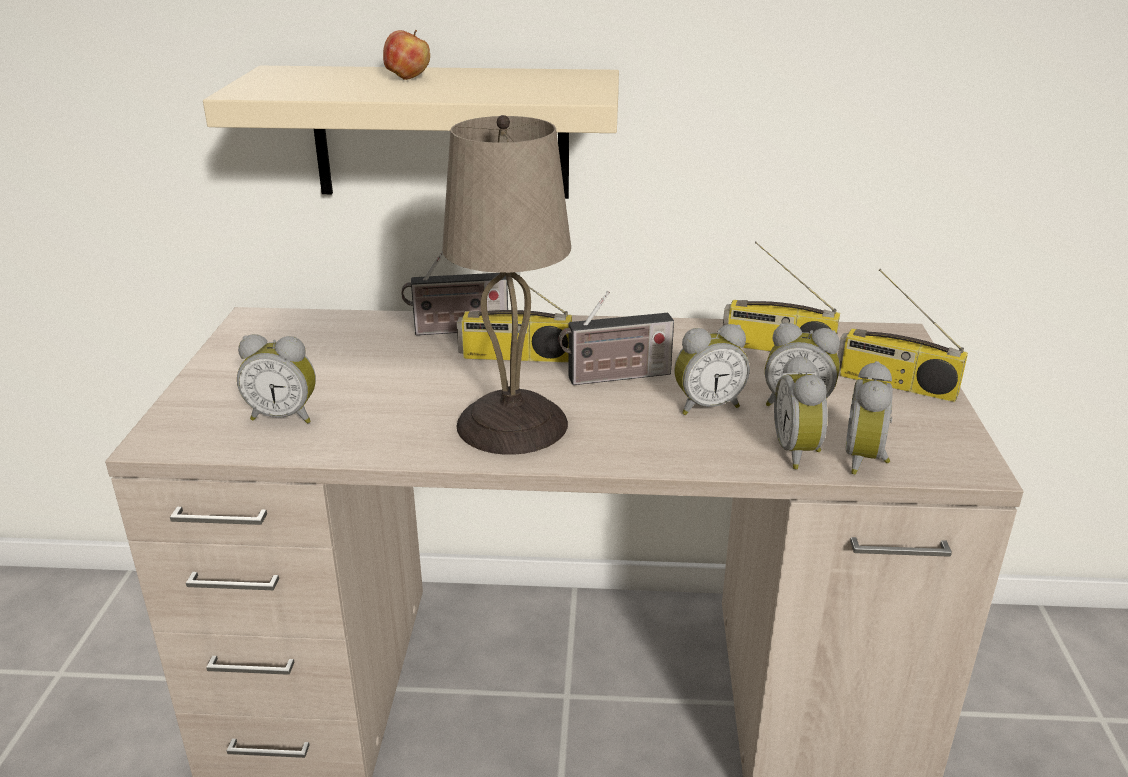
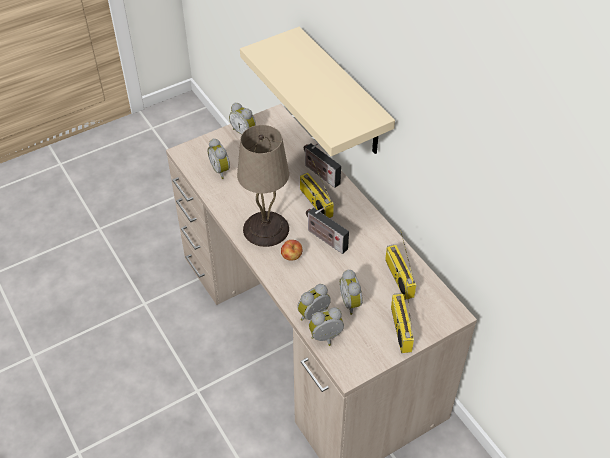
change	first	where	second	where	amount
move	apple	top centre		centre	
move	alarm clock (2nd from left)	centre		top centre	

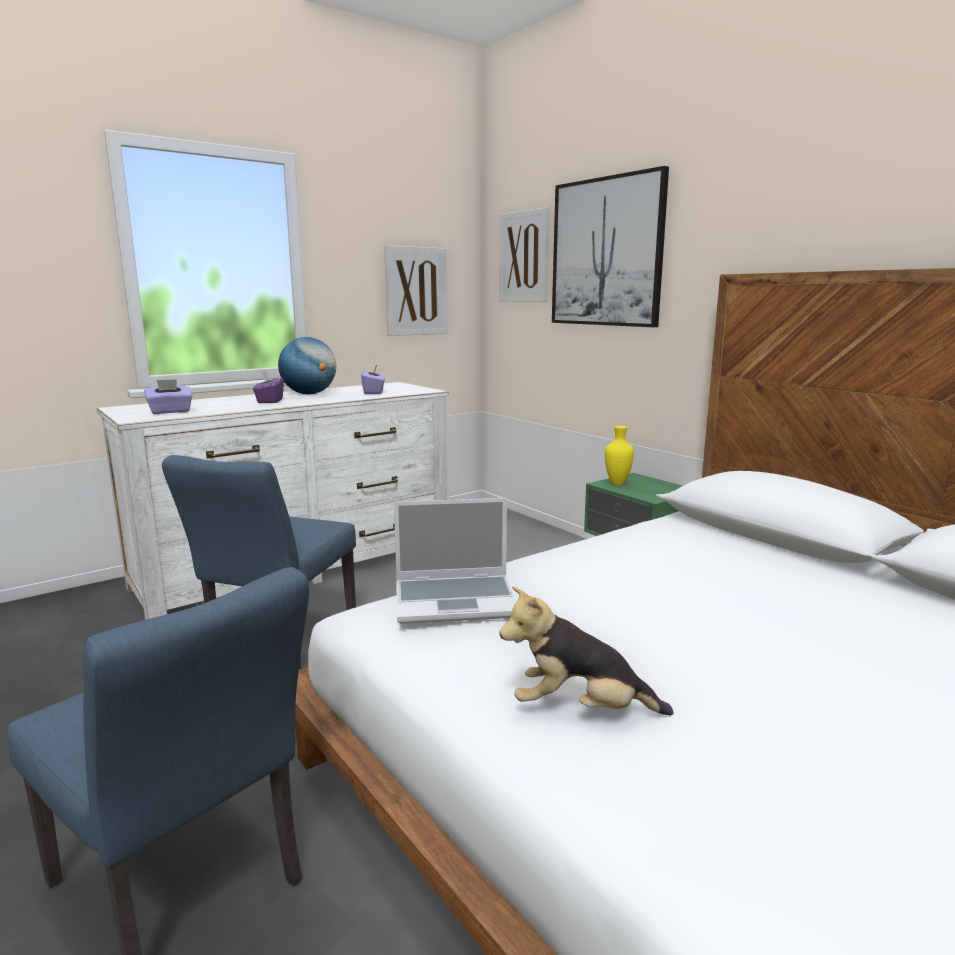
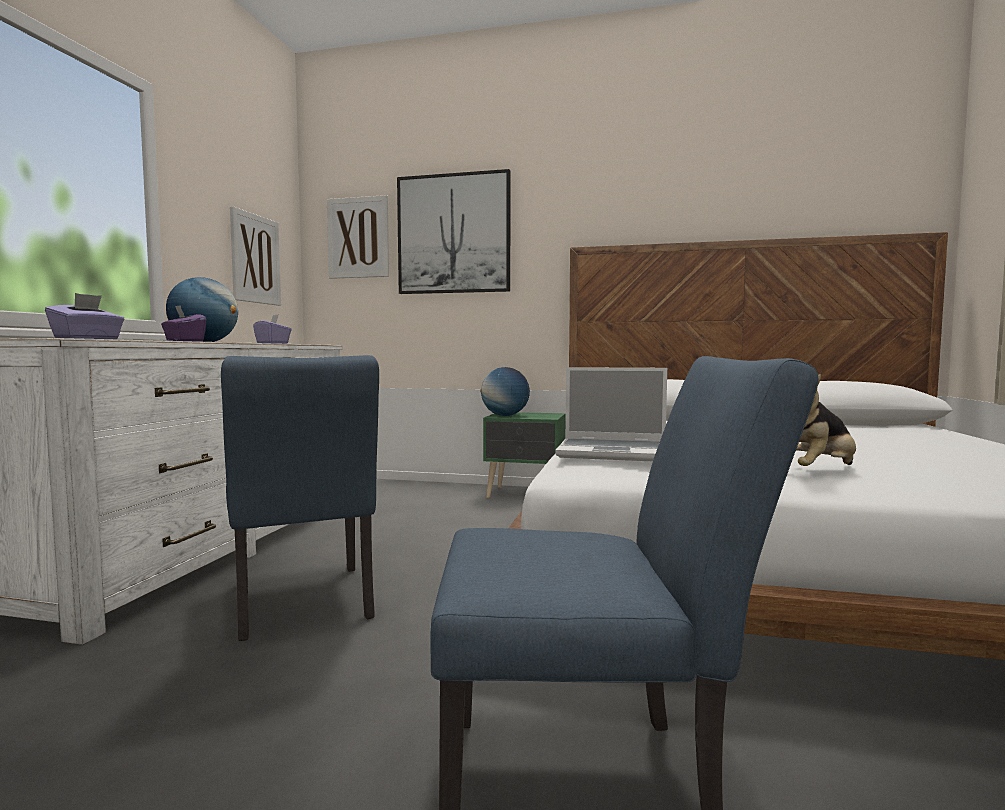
change	first	where	second	where	amount
replace	yellow vase	centre	globe (2nd from left)	centre	
rotate	laptop	centre		centre	60 degrees clockwise

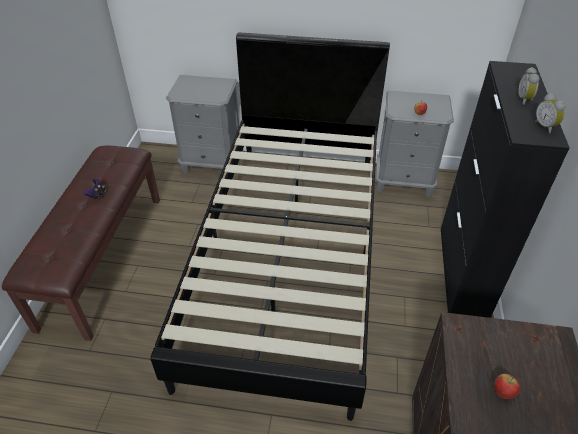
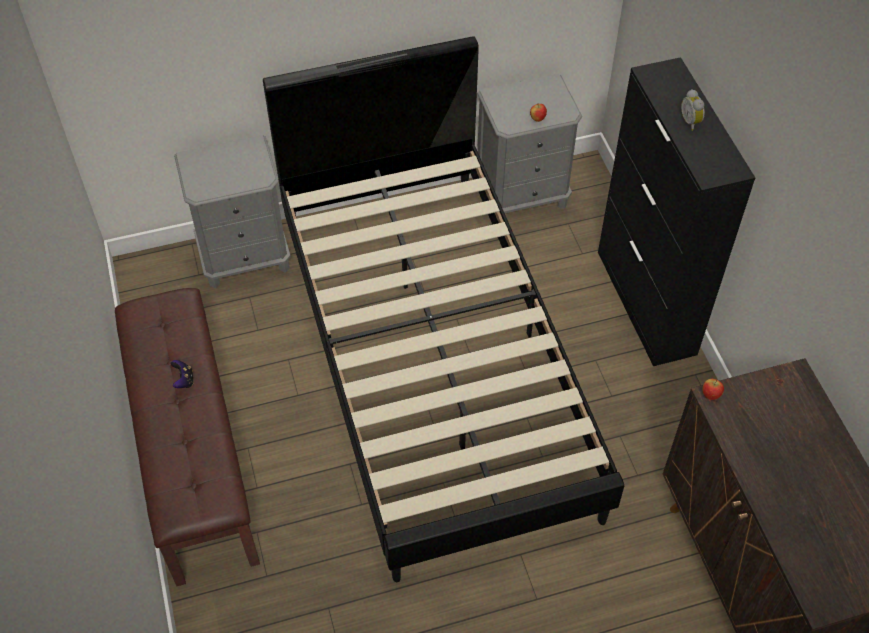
change	first	where	second	where	amount
delete	alarm clock (2nd from left)	top right			
move	apple (2nd from left)	bottom right		middle right	

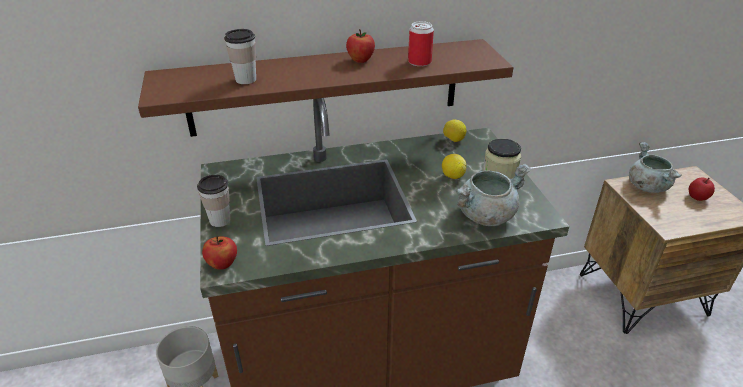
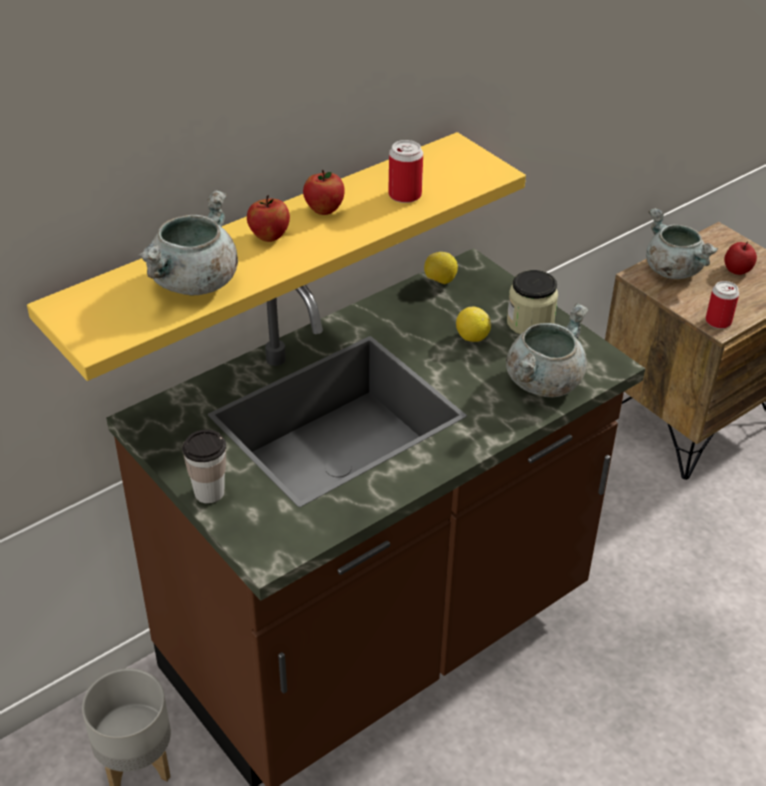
change	first	where	second	where	amount
insert			can (2nd from left)	middle right	
move	apple (1st from left)	middle left		top centre	
replace	cup (2nd from left)	top left	grey cooking pot (1st from left)	top left	
recolor	brown shelf	top centre	yellow shelf	top centre	

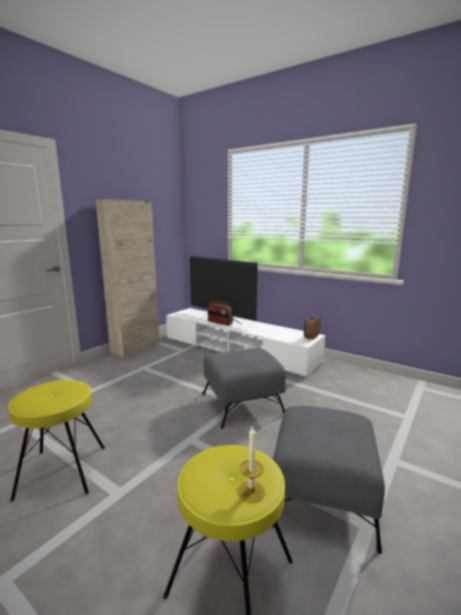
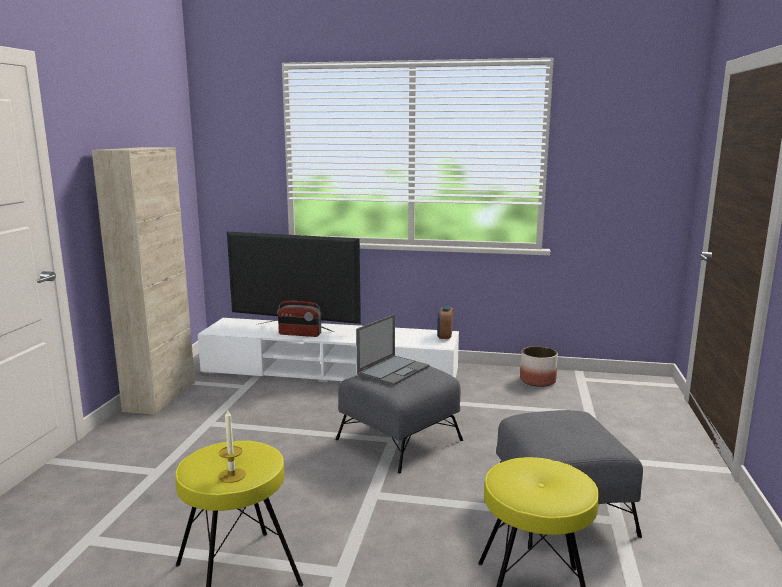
change	first	where	second	where	amount
insert			laptop	centre	
insert			planter	middle right	
move	candle	bottom centre		bottom left	

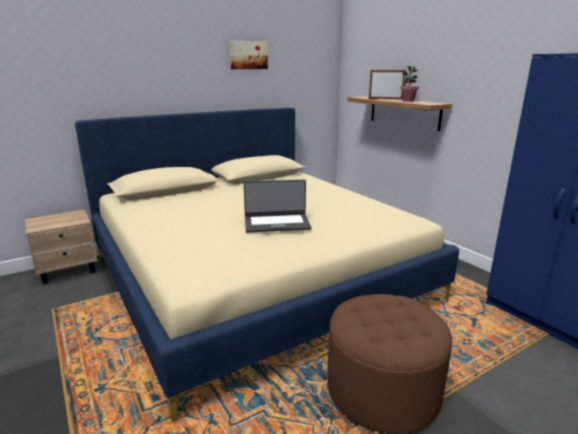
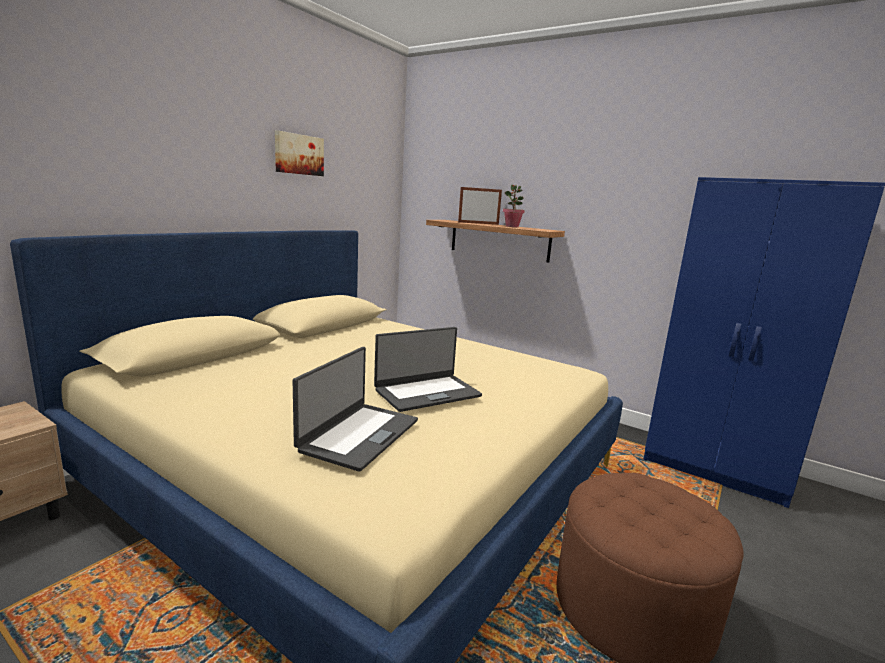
change	first	where	second	where	amount
insert			laptop (1st from left)	centre	

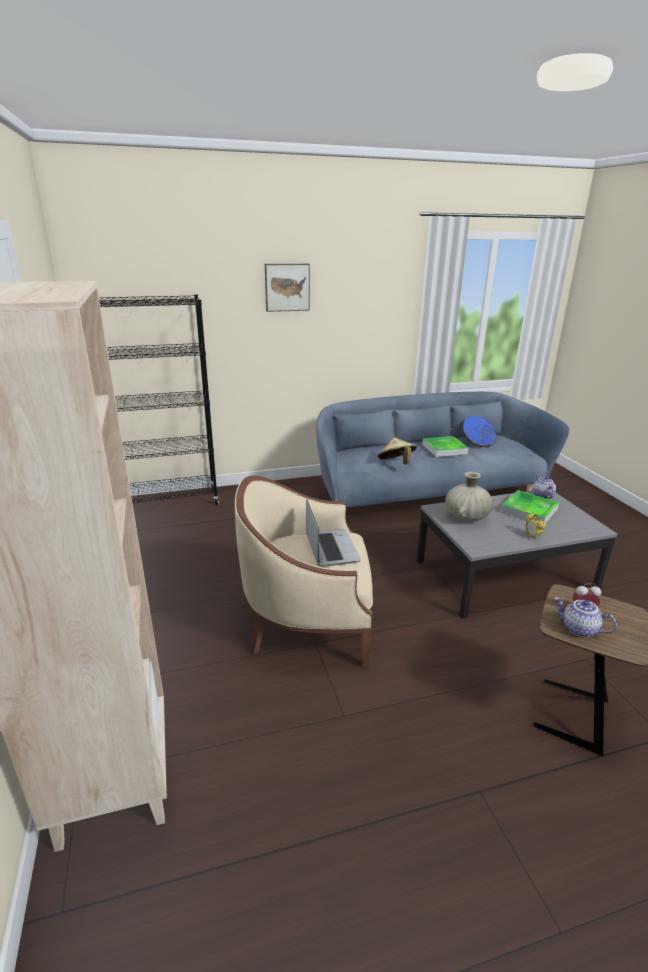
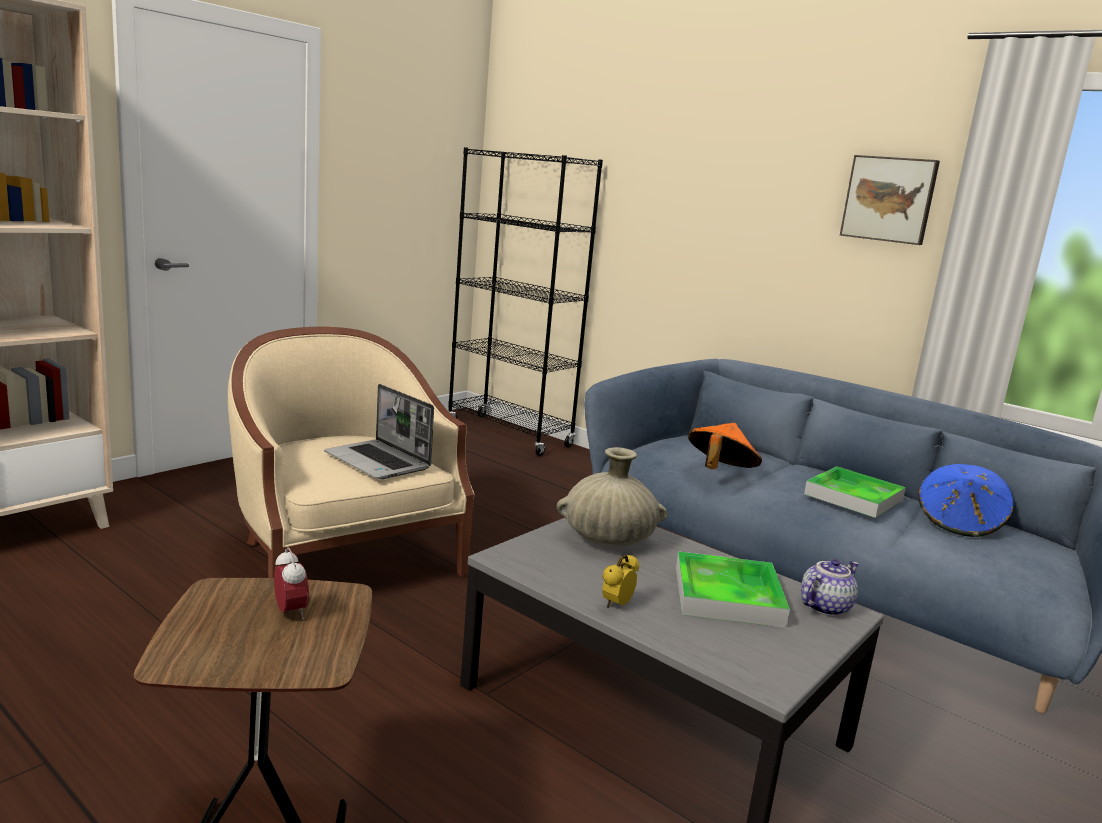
change	first	where	second	where	amount
delete	teapot (2nd from left)	middle right			
move	picture	top centre		top right	
recolor	beige hat	centre	orange hat	centre	
rotate	laptop	centre		centre	90 degrees clockwise

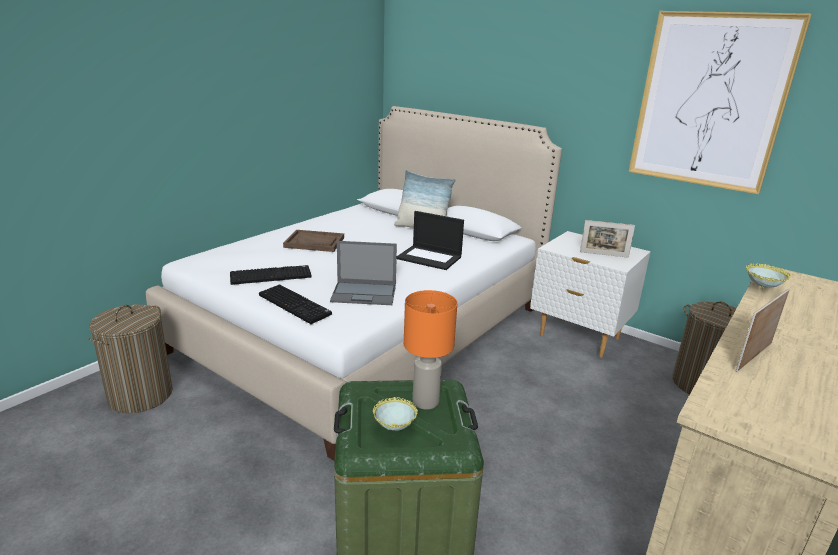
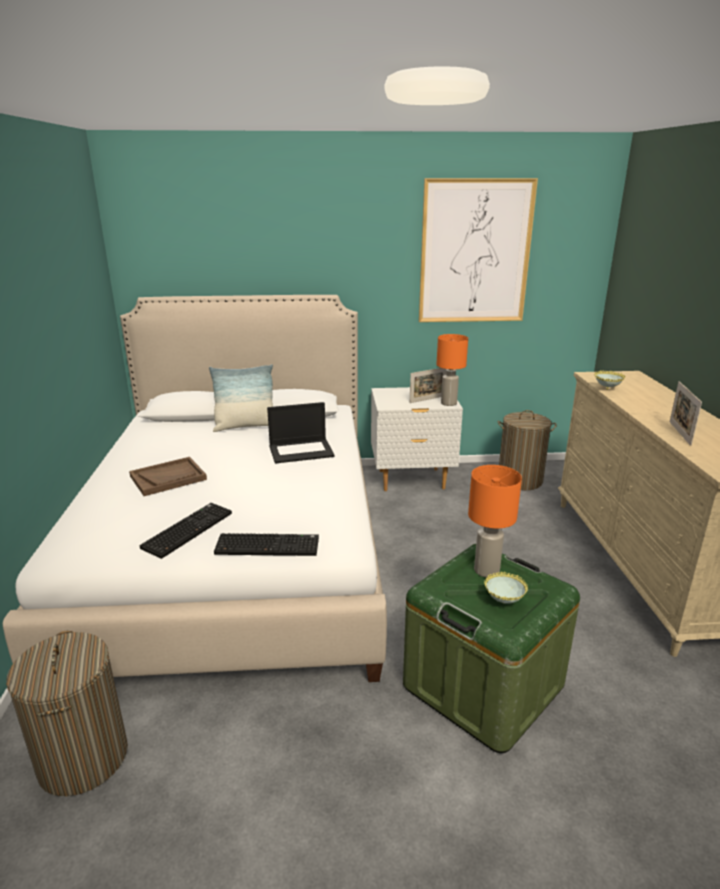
change	first	where	second	where	amount
delete	laptop (1st from left)	centre			
insert			orange table lamp (1st from left)	centre	

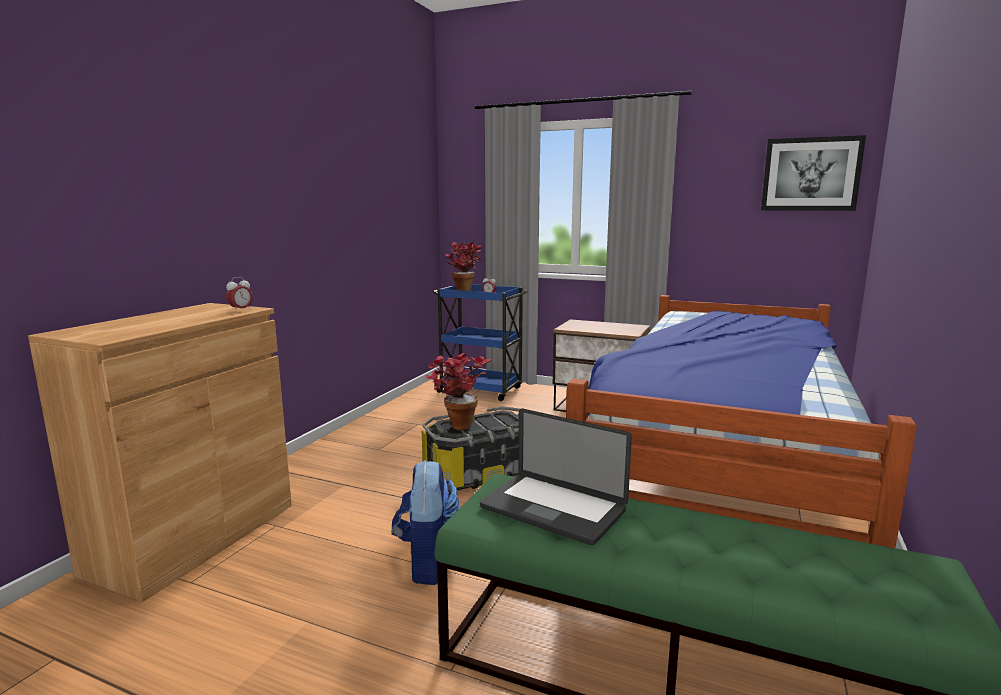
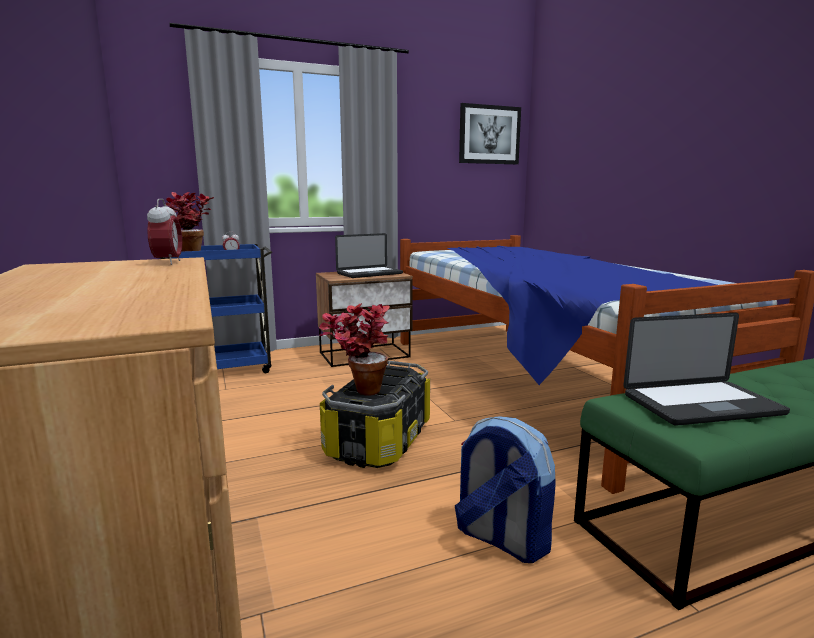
change	first	where	second	where	amount
insert			laptop (1st from left)	centre	

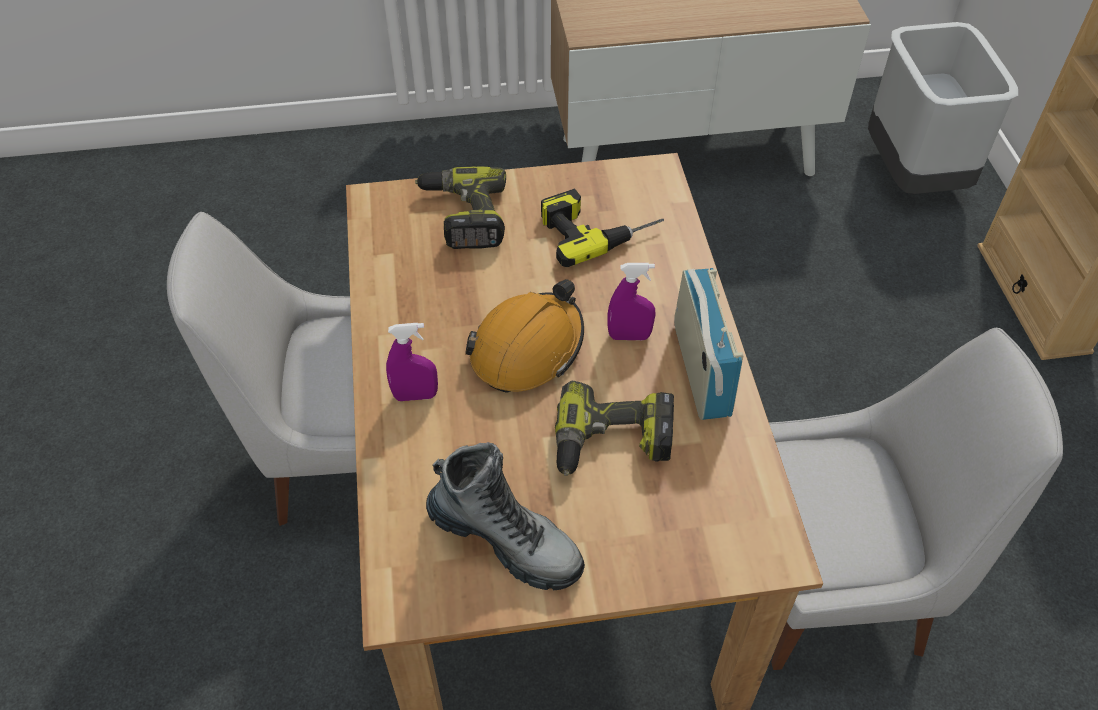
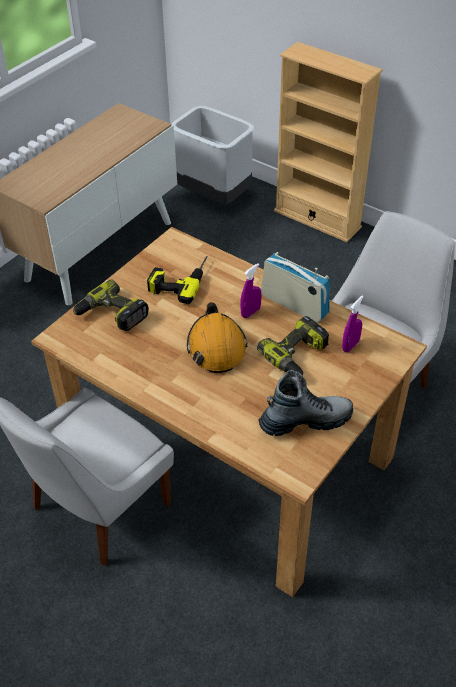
change	first	where	second	where	amount
move	purple spray bottle (1st from left in the first image)	centre	purple spray bottle (2nd from left)	middle right	

